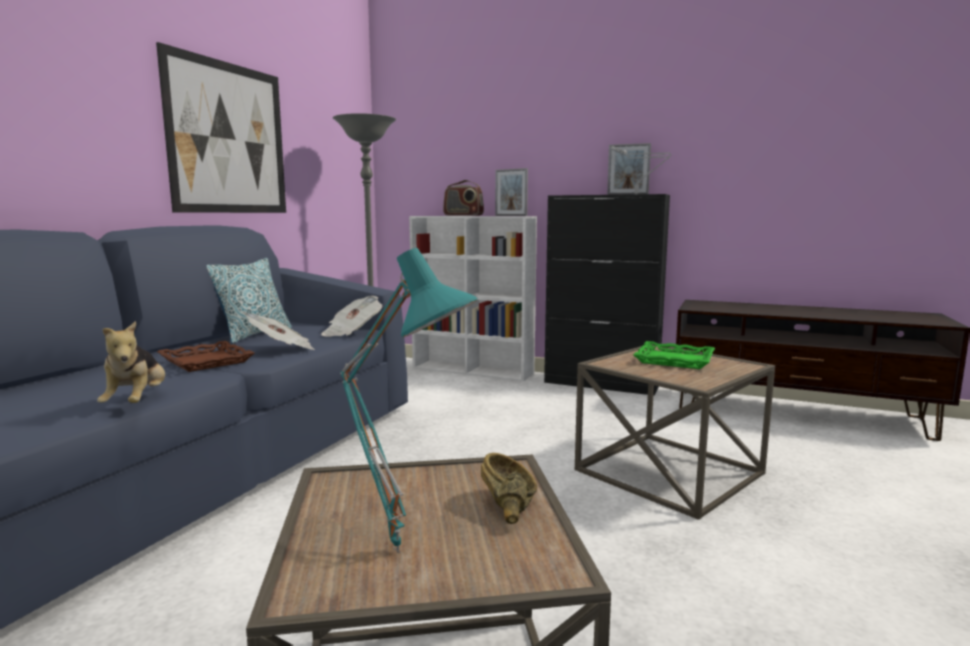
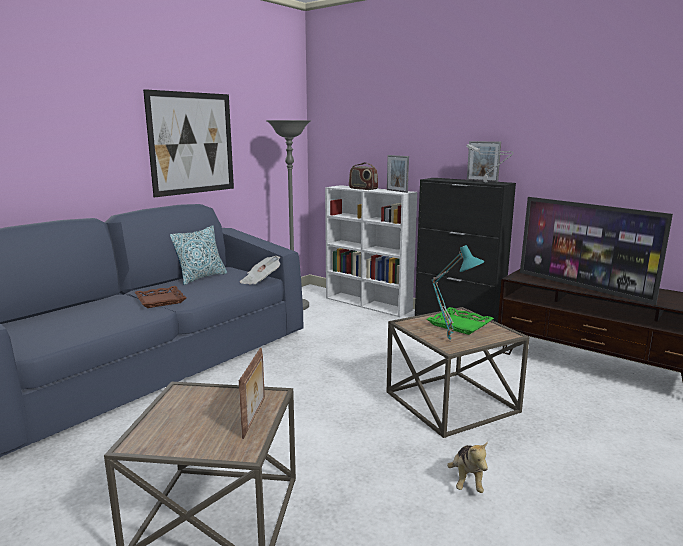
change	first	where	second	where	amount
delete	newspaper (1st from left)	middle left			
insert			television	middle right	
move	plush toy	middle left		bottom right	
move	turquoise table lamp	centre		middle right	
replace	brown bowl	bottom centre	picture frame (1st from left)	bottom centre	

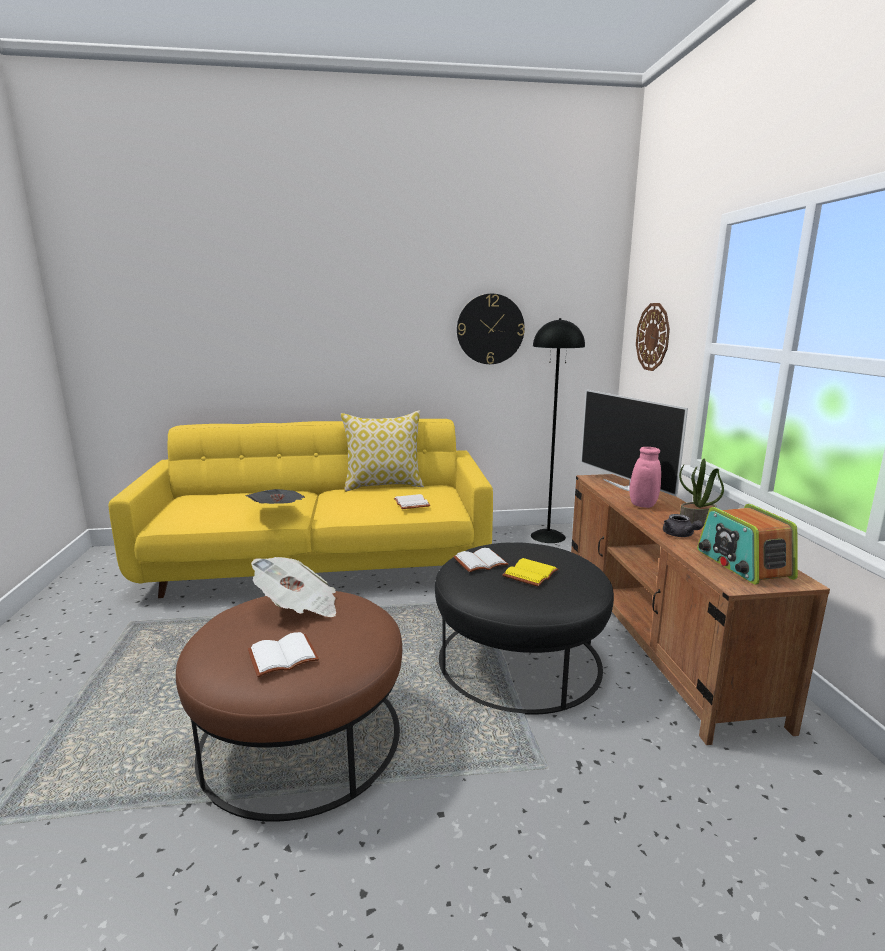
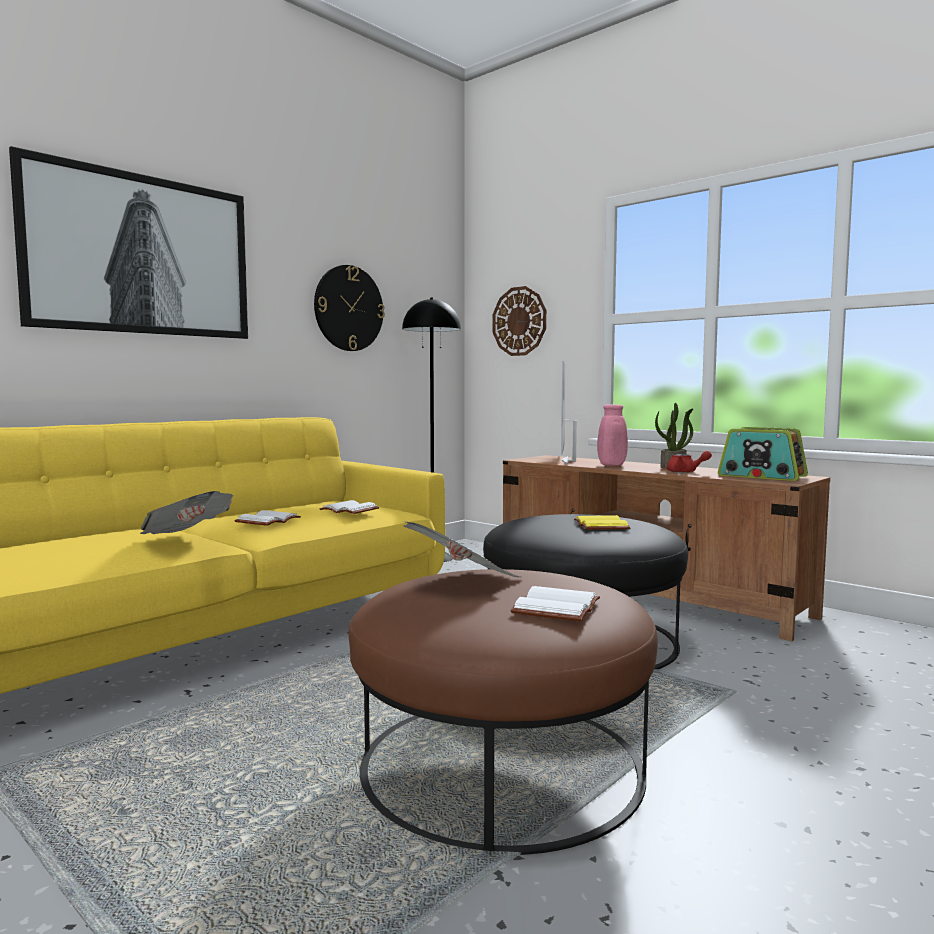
change	first	where	second	where	amount
delete	pillow	centre			
insert			picture	top left	
move	white book (3rd from left in the first image)	centre	white book (1st from left)	middle left	
recolor	grey teapot	middle right	red teapot	middle right	
rotate	television	middle right		centre	75 degrees clockwise

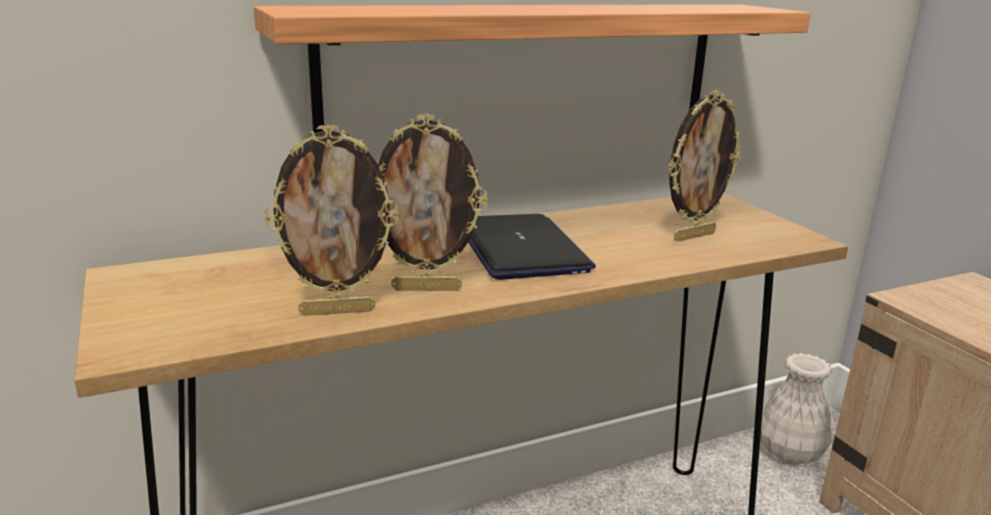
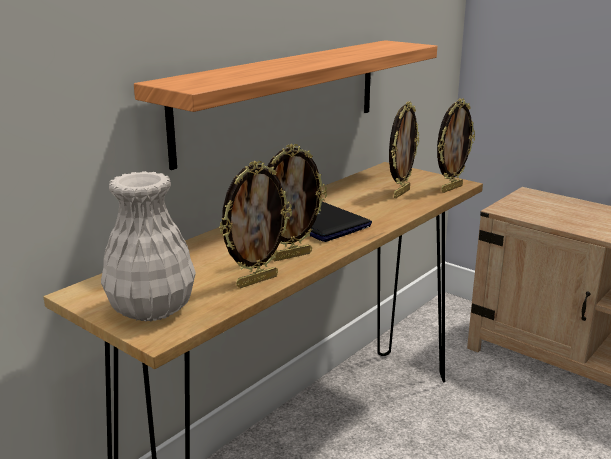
change	first	where	second	where	amount
insert			picture frame (4th from left)	top right	
move	white vase	bottom right		middle left	

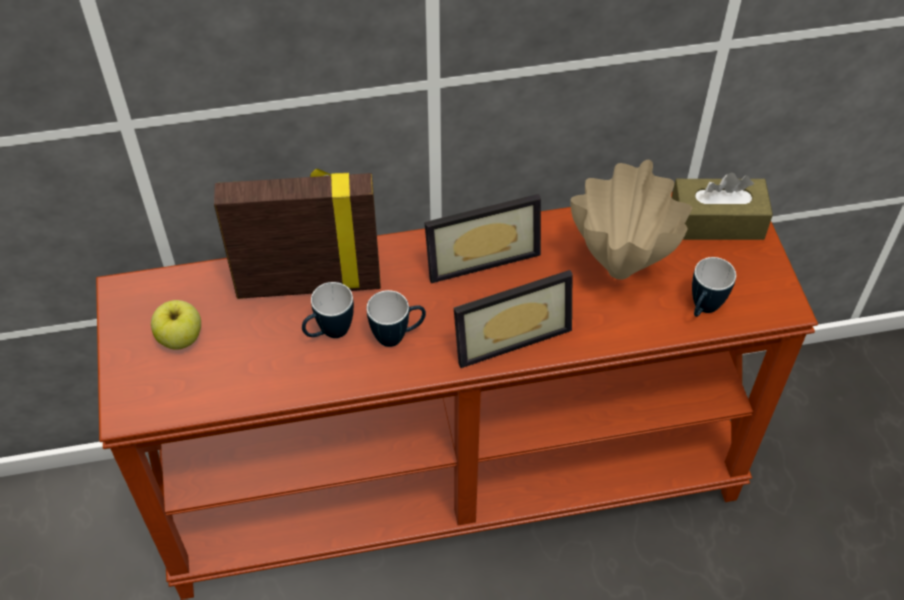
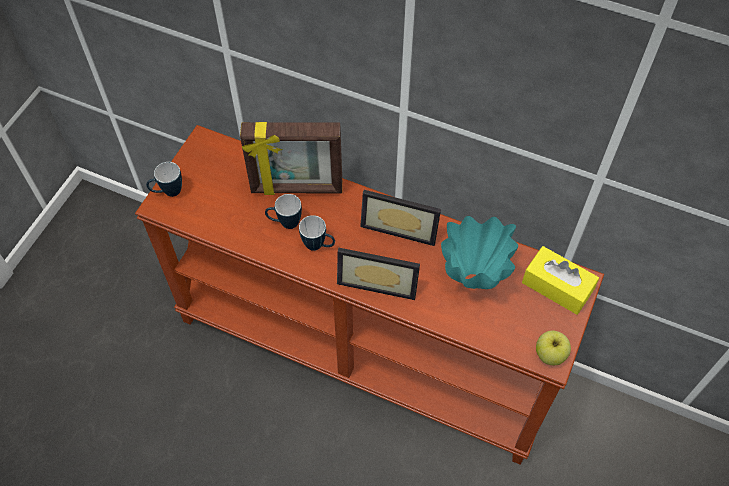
change	first	where	second	where	amount
move	apple	middle left		bottom right	
move	mug (3rd from left in the first image)	middle right	mug (1st from left)	middle left	
recolor	beige vase	middle right	turquoise vase	centre	
recolor	brown tissue box	middle right	yellow tissue box	middle right	
rotate	picture frame (1st from left)	middle left		top centre	150 degrees clockwise

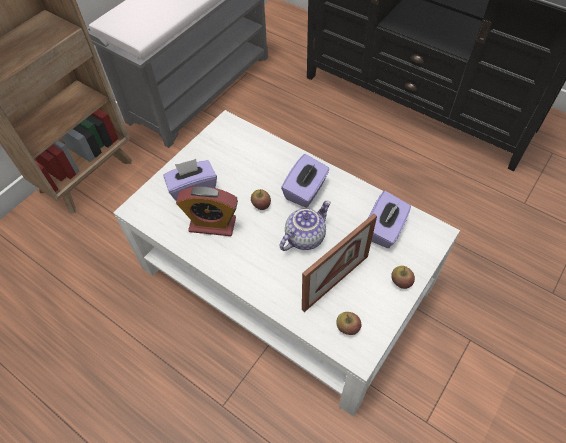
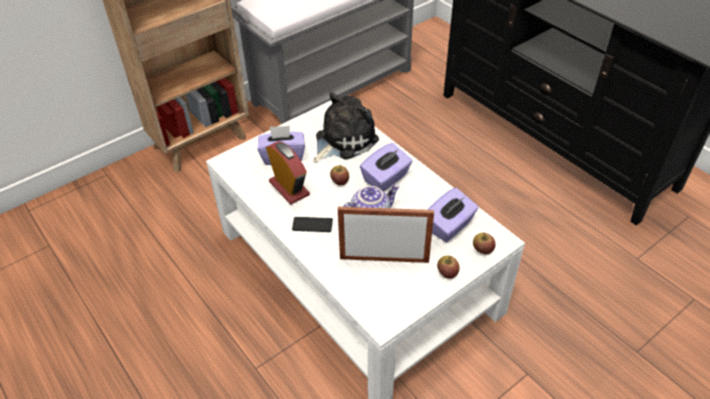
change	first	where	second	where	amount
insert			phone	centre	
insert			plush toy	top centre	
move	apple (2nd from left in the first image)	bottom centre	apple (3rd from left)	middle right	
rotate	alarm clock	centre		centre	150 degrees counterclockwise
rotate	picture frame	centre		centre	150 degrees counterclockwise

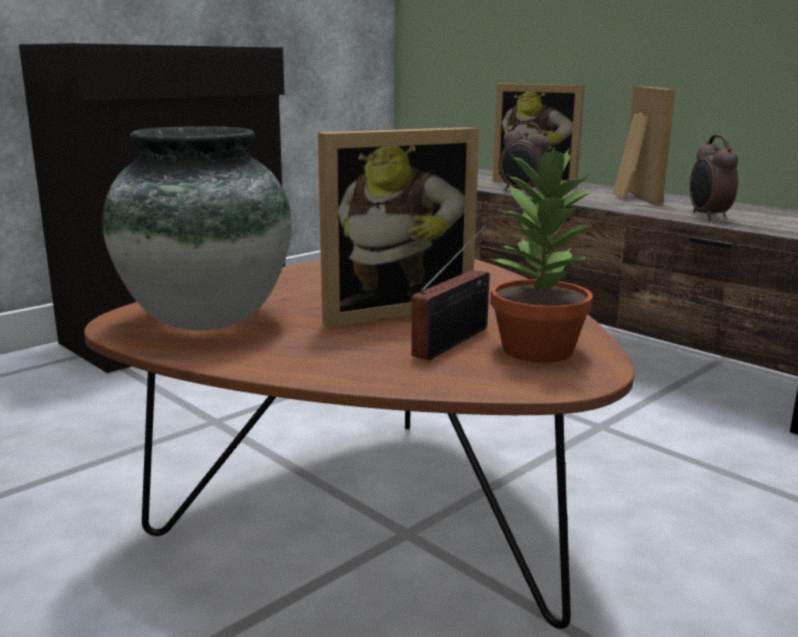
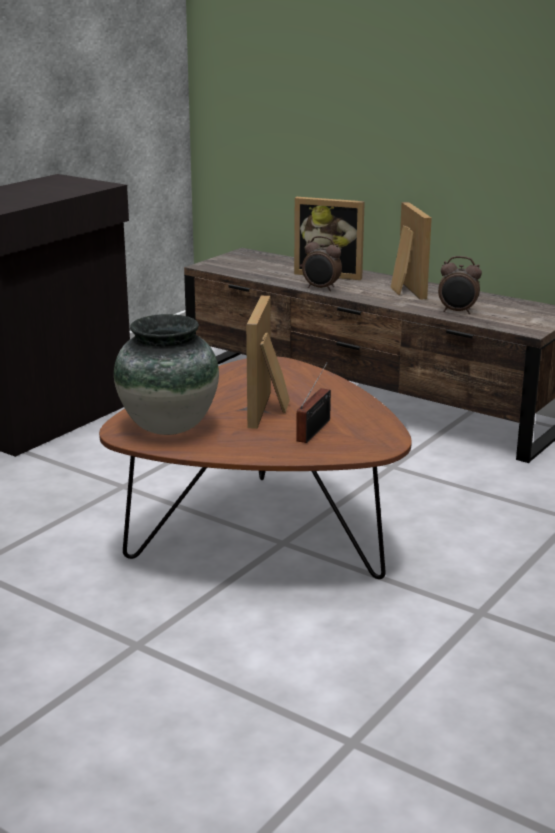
change	first	where	second	where	amount
delete	potted plant	middle right			
rotate	picture frame (1st from left)	centre		centre	135 degrees clockwise
rotate	alarm clock (2nd from left)	top right		middle right	60 degrees counterclockwise

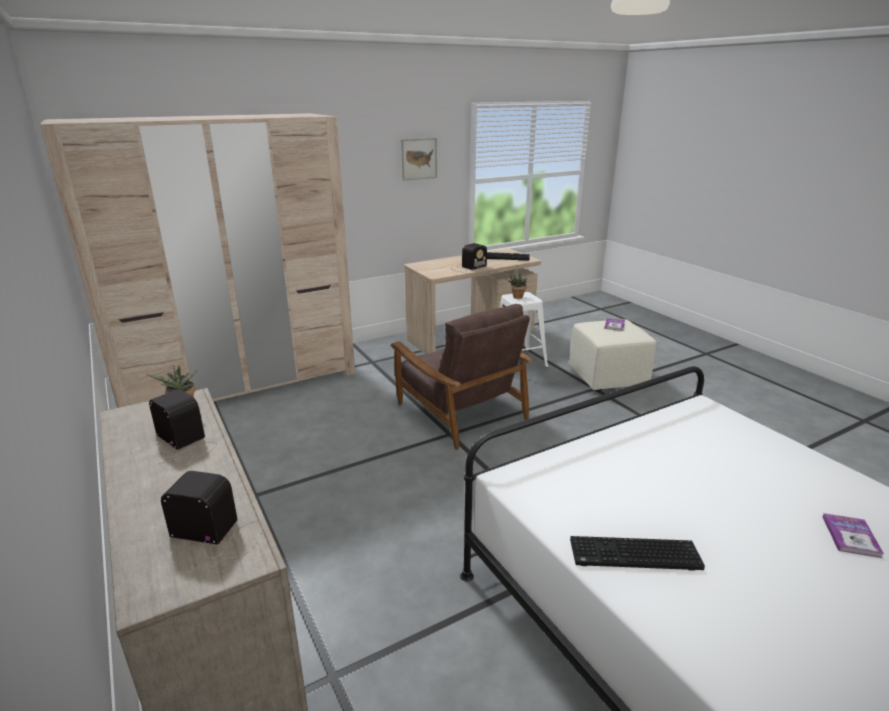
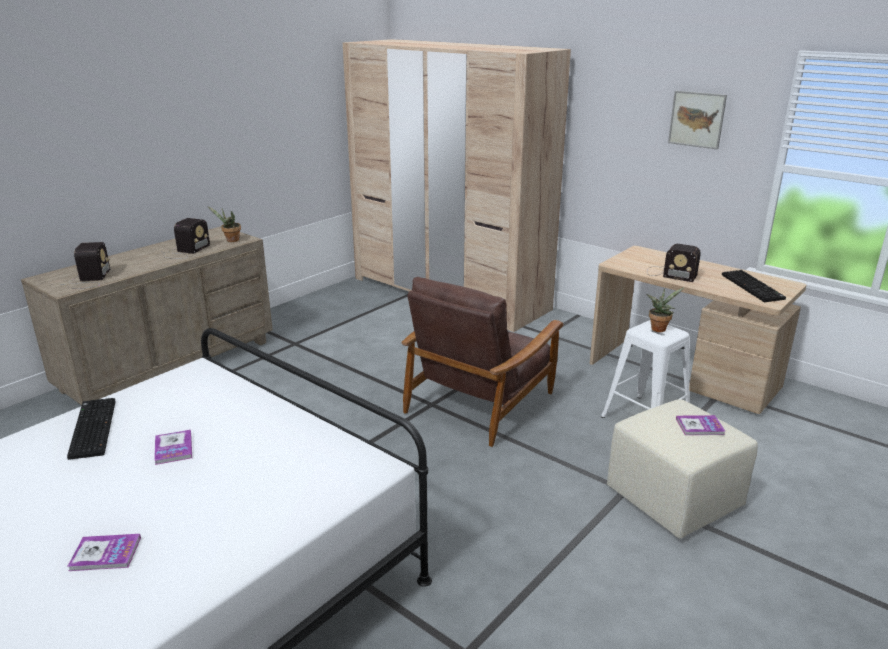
change	first	where	second	where	amount
insert			book (2nd from left)	bottom left	

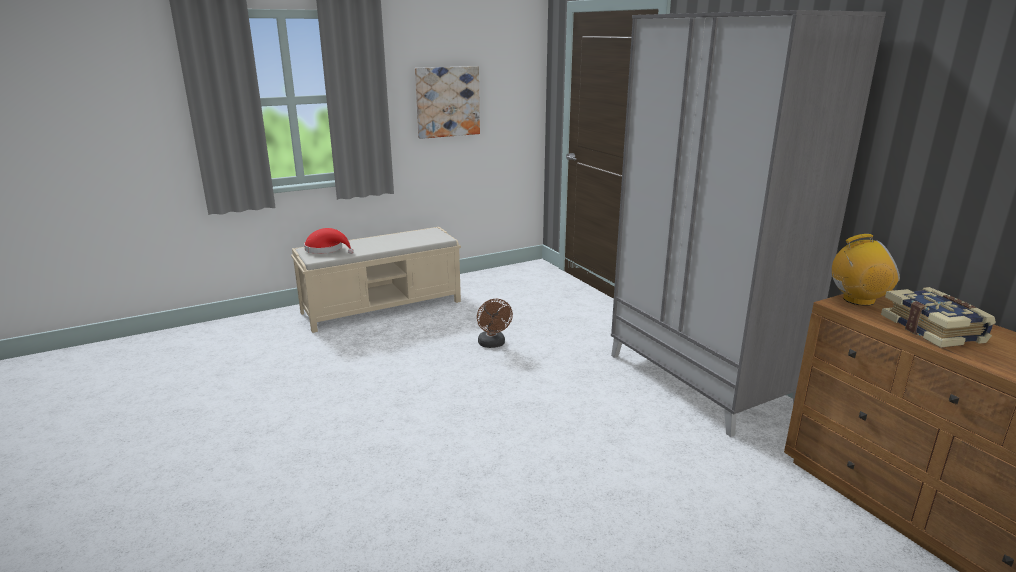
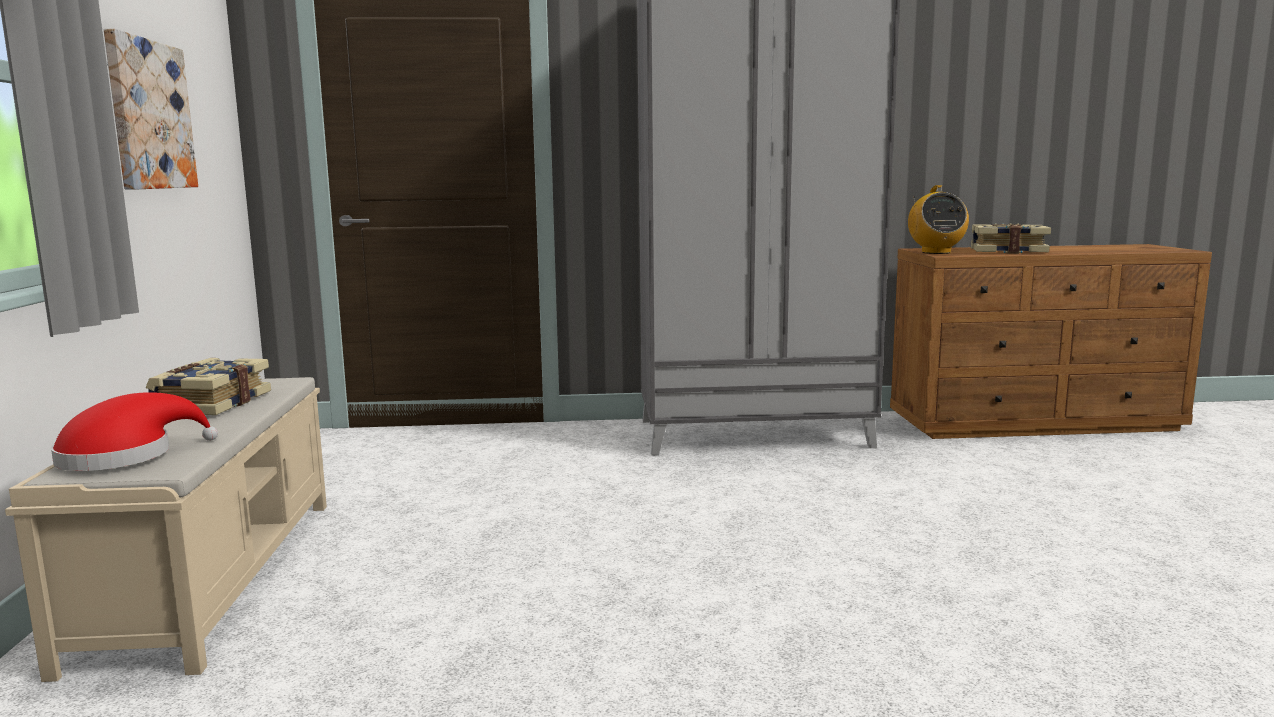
change	first	where	second	where	amount
delete	brown fan	centre			
insert			book (1st from left)	middle left	
rotate	radio	middle right		top right	150 degrees clockwise

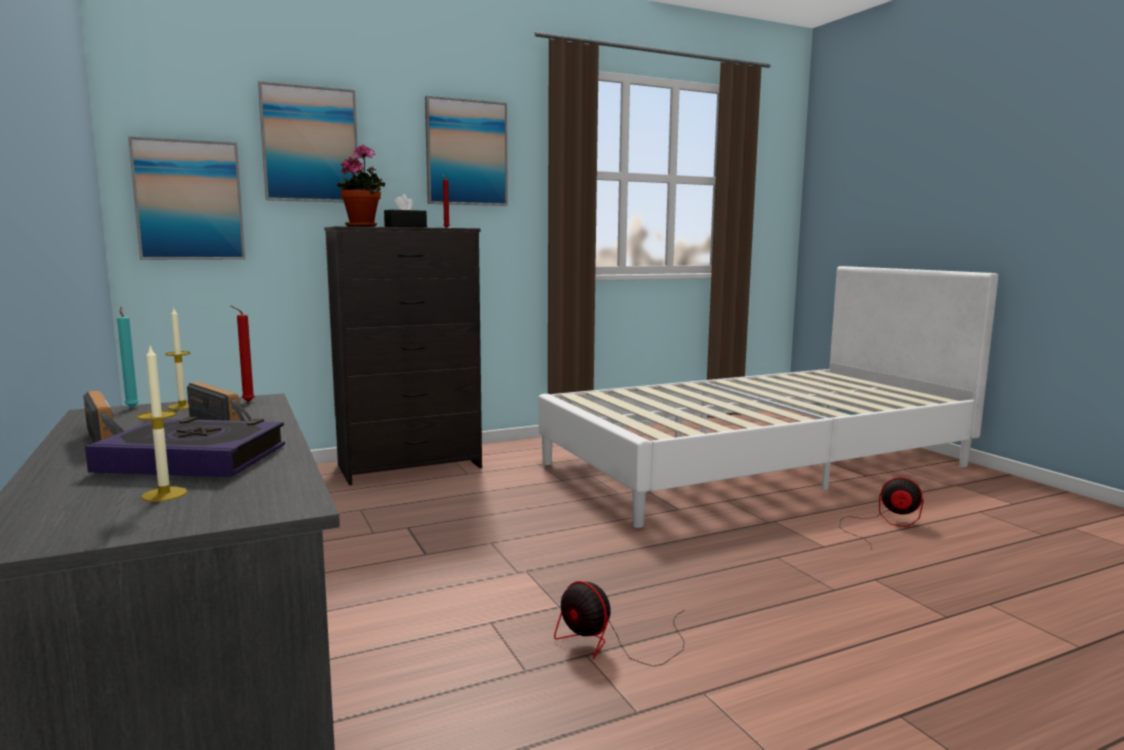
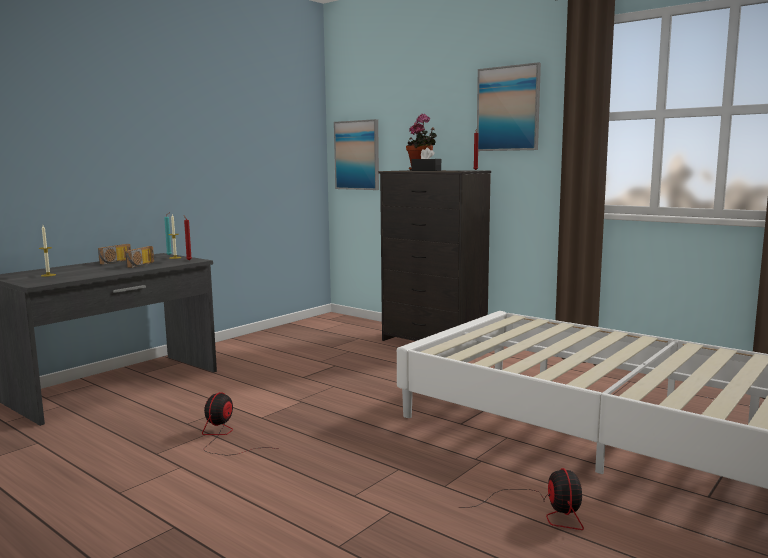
change	first	where	second	where	amount
delete	book	middle left			
delete	picture (2nd from left)	top left			

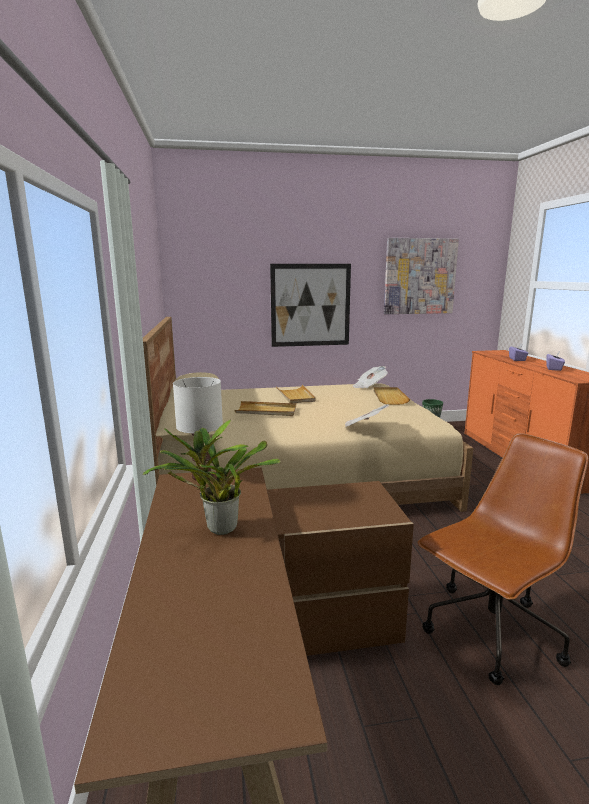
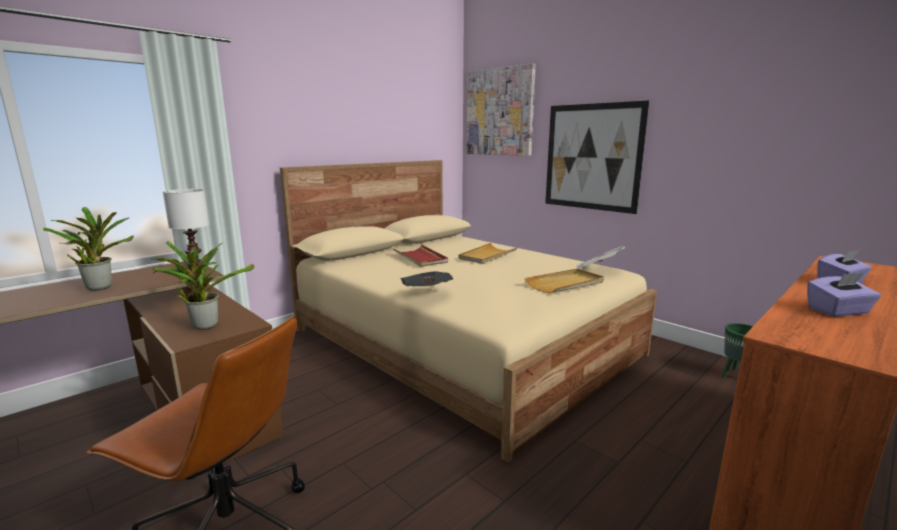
change	first	where	second	where	amount
insert			potted plant (2nd from left)	middle left	
move	picture (2nd from left in the first image)	middle right	picture (1st from left)	top centre	
recolor	beige tray (1st from left)	centre	red tray	centre	

